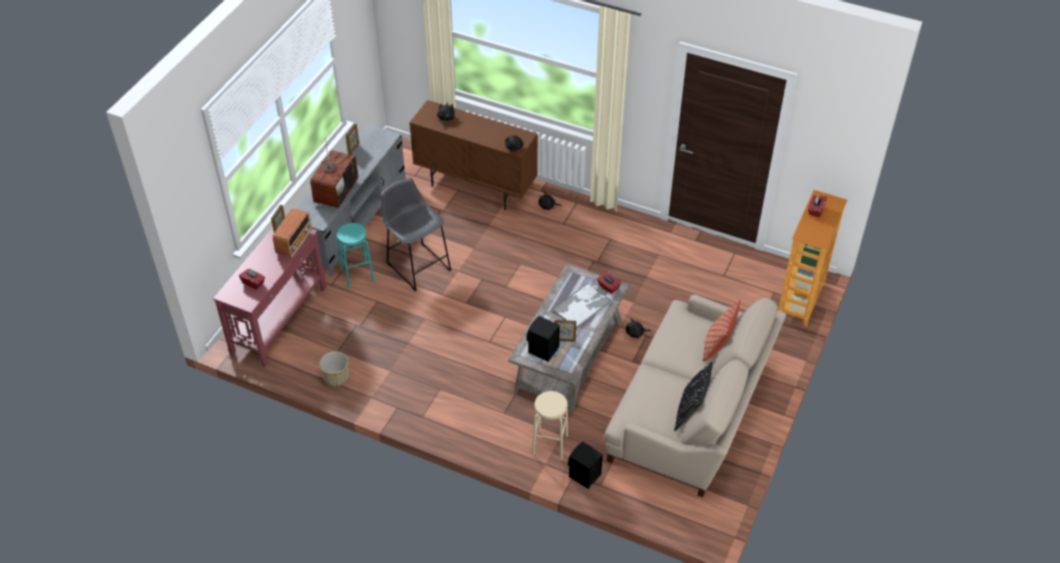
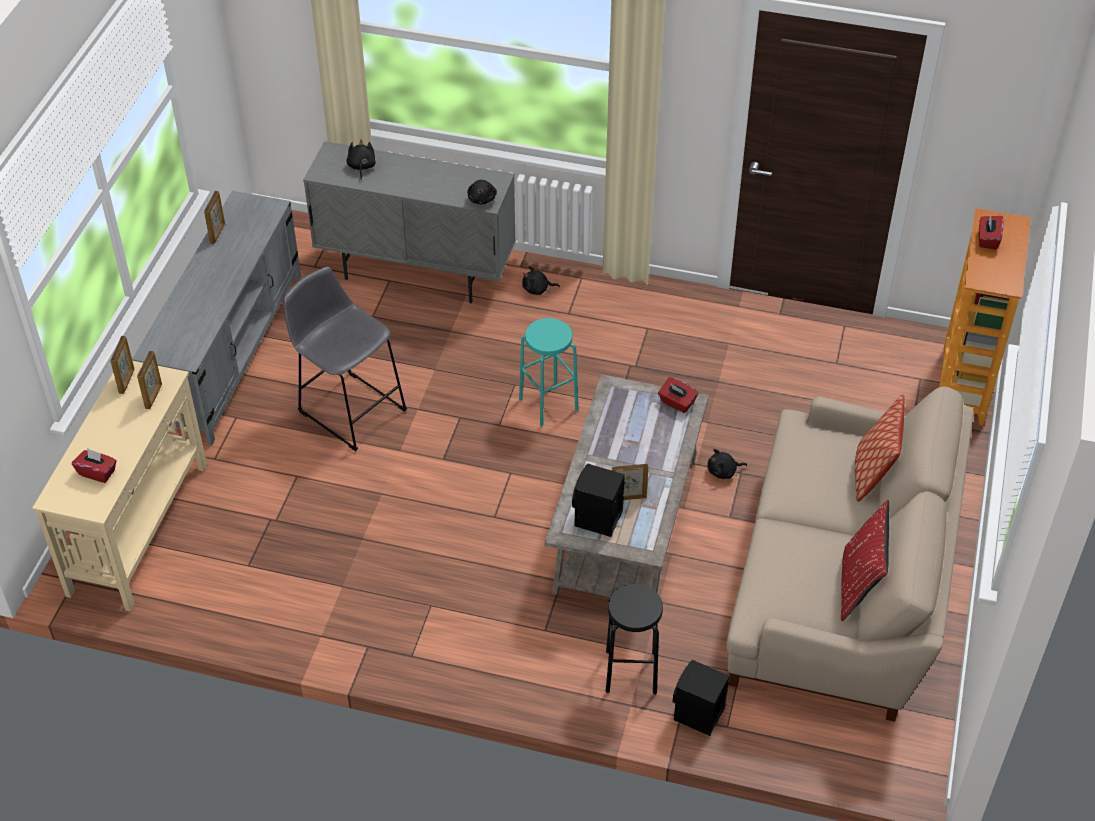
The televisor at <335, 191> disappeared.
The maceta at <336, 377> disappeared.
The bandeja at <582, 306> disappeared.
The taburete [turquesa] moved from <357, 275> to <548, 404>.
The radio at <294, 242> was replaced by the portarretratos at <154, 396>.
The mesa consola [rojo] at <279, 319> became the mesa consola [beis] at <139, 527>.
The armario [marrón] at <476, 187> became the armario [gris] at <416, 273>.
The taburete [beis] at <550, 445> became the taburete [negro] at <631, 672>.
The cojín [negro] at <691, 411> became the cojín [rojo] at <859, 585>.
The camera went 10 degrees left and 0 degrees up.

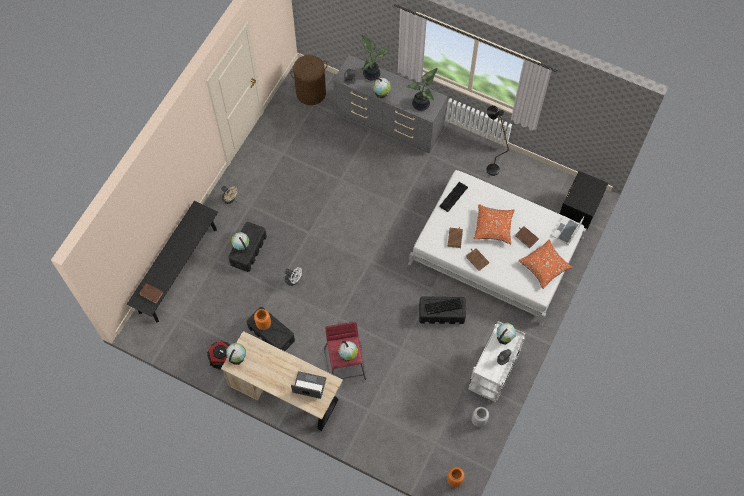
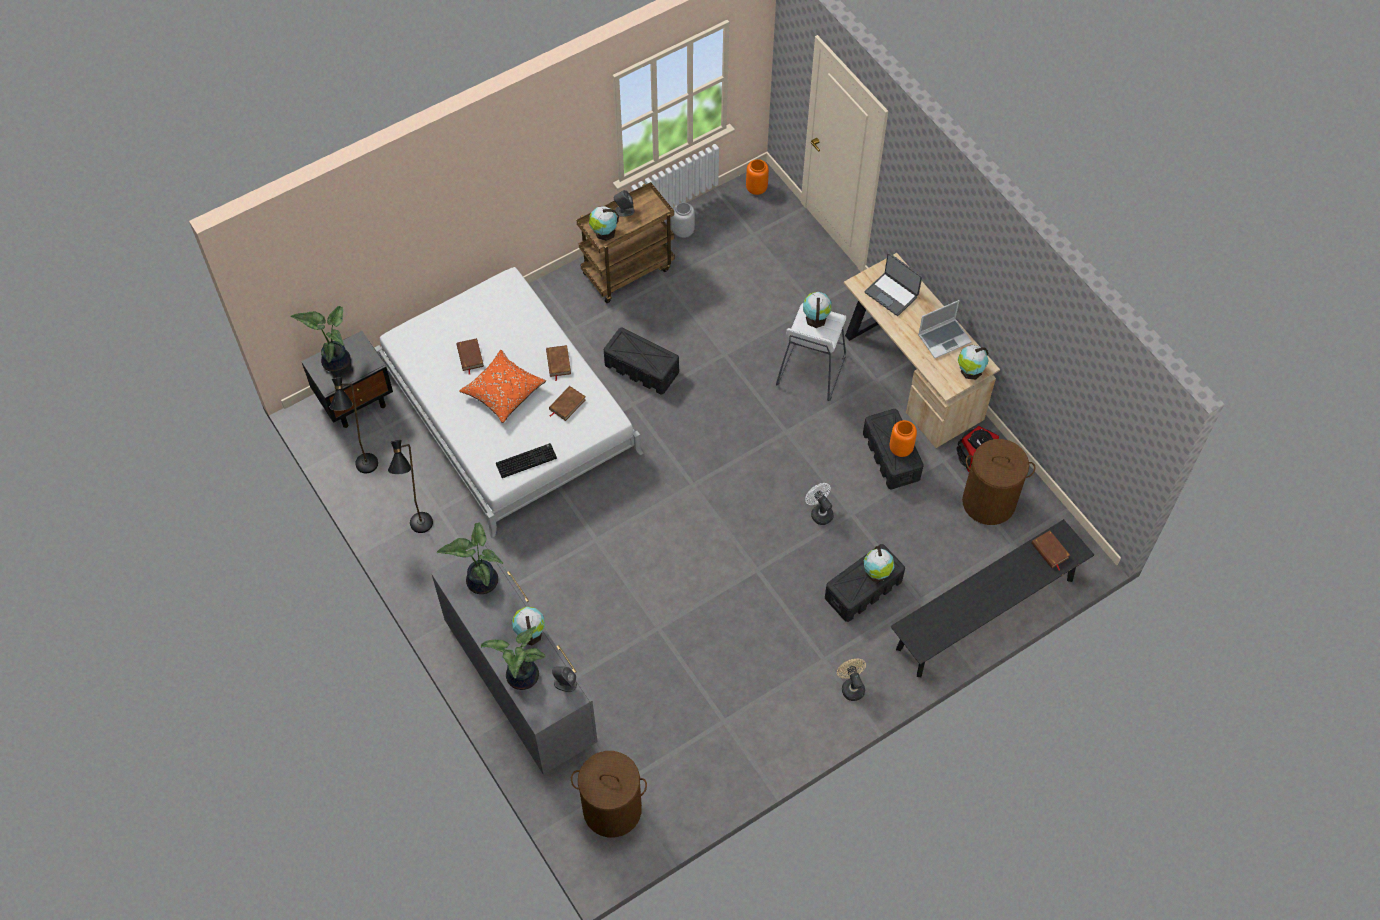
The teclado at <443, 307> disappeared.
The cojín [naranja] at <544, 266> disappeared.
The planta en maceta at <335, 360> appeared.
The lámpara de pie [negro] at <367, 471> appeared.
The cesto de la ropa [marrón] at <989, 502> appeared.
The portátil moved from <566, 231> to <944, 338>.
The taburete [rojo] at <345, 364> became the taburete [blanco] at <811, 371>.
The carrito [blanco] at <493, 374> became the carrito [marrón] at <628, 270>.
The camera went 150 degrees left and 5 degrees down.

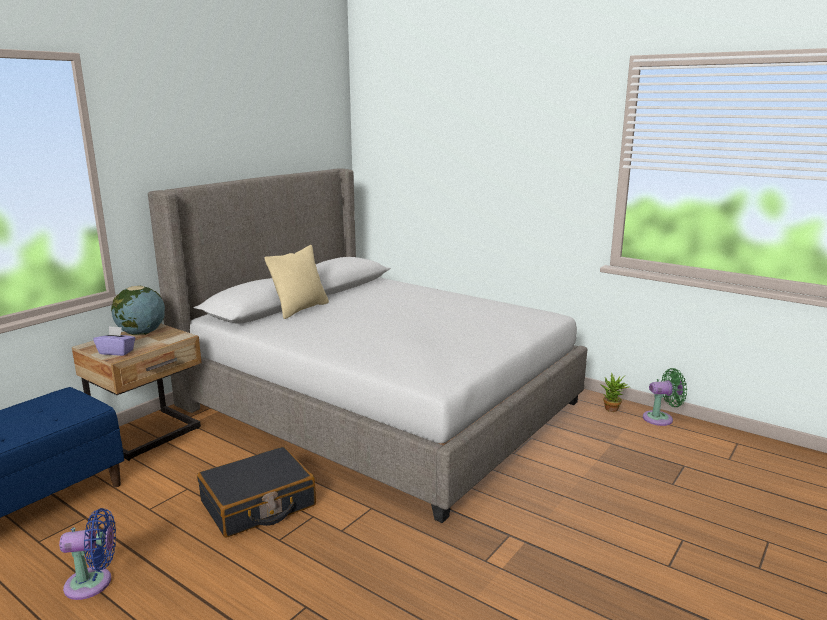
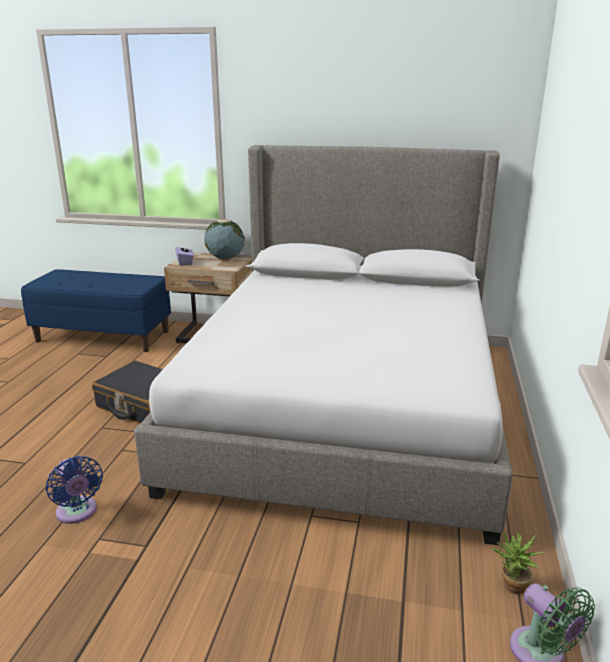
The cojín [beis] at <300, 309> disappeared.
The ventilador [azul] moved from <93, 583> to <77, 513>.
The camera went 65 degrees right and 5 degrees up.

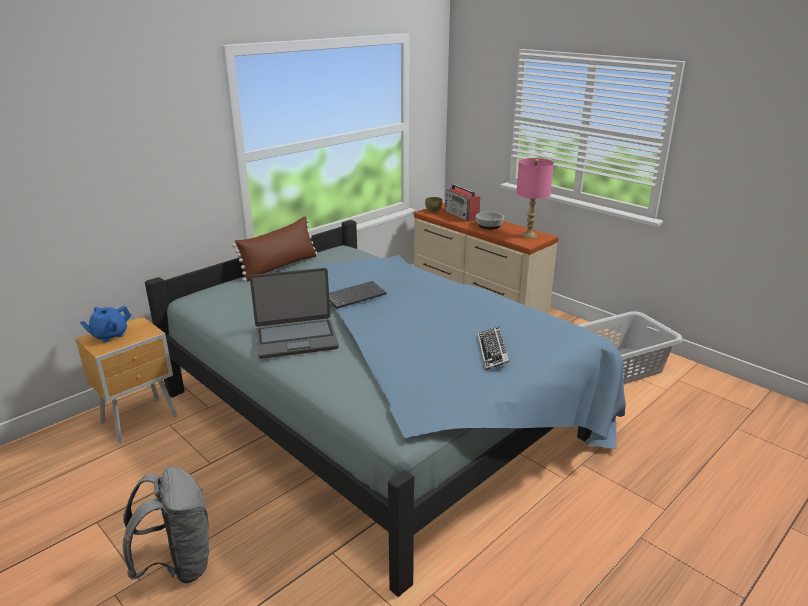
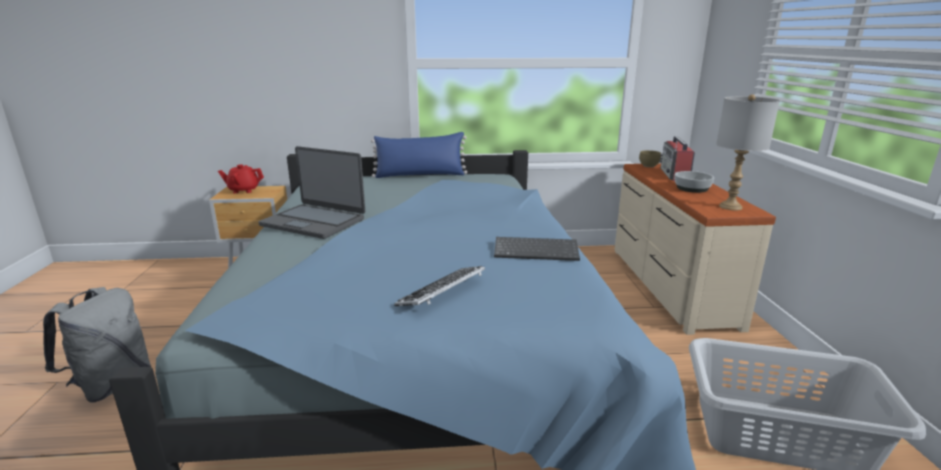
The teclado moved from <355, 295> to <537, 250>.
The tetera [azul] at <109, 335> became the tetera [rojo] at <243, 190>.
The cojín [marrón] at <280, 267> became the cojín [azul] at <420, 175>.
The lámpara de mesa [rosa] at <529, 236> became the lámpara de mesa [gris] at <730, 207>.
The camera went 40 degrees right and 5 degrees down.

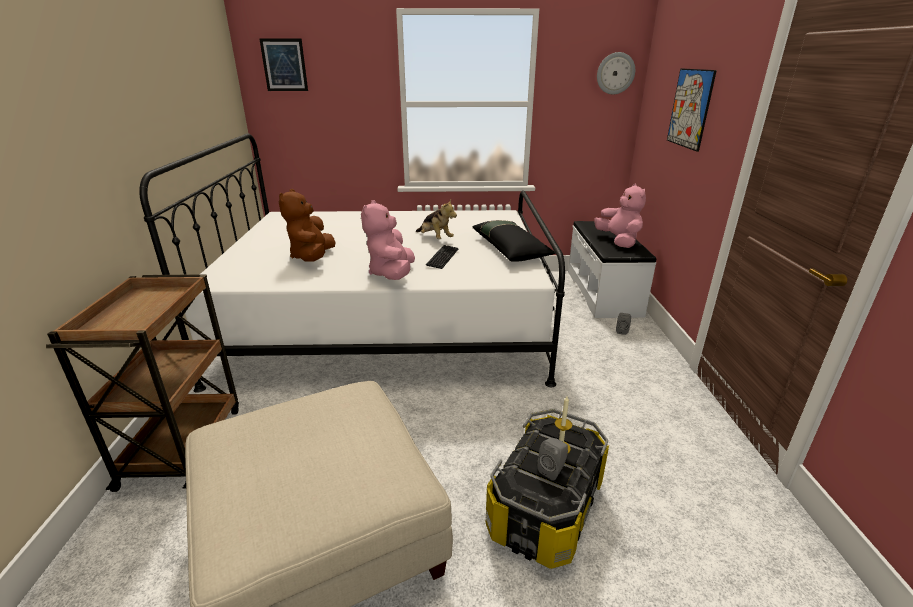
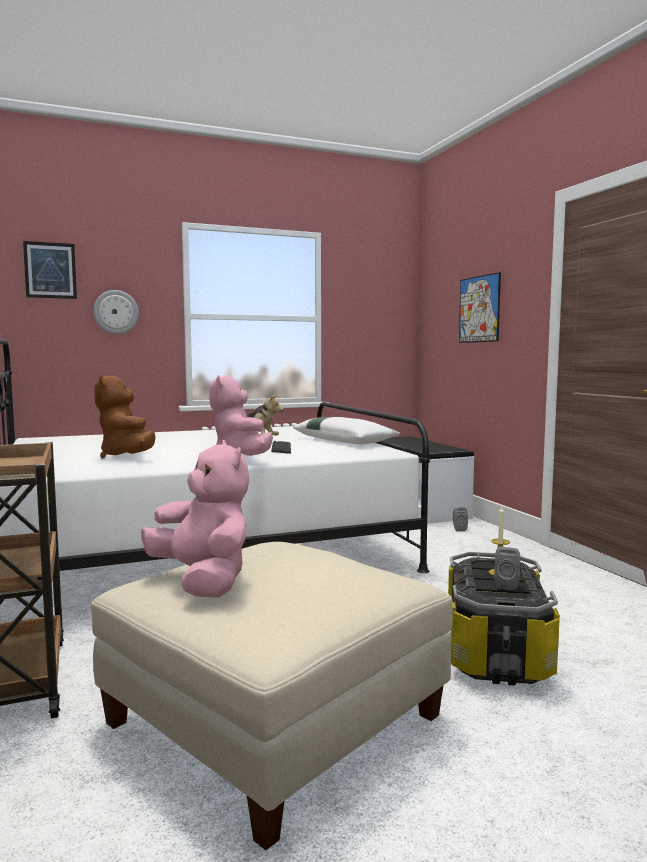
The peluche [rosa] moved from <618, 241> to <203, 581>.
The reloj de pared moved from <615, 73> to <116, 312>.
The cojín [negro] at <511, 249> became the cojín [blanco] at <344, 441>.
The camera went 20 degrees left and 20 degrees down.

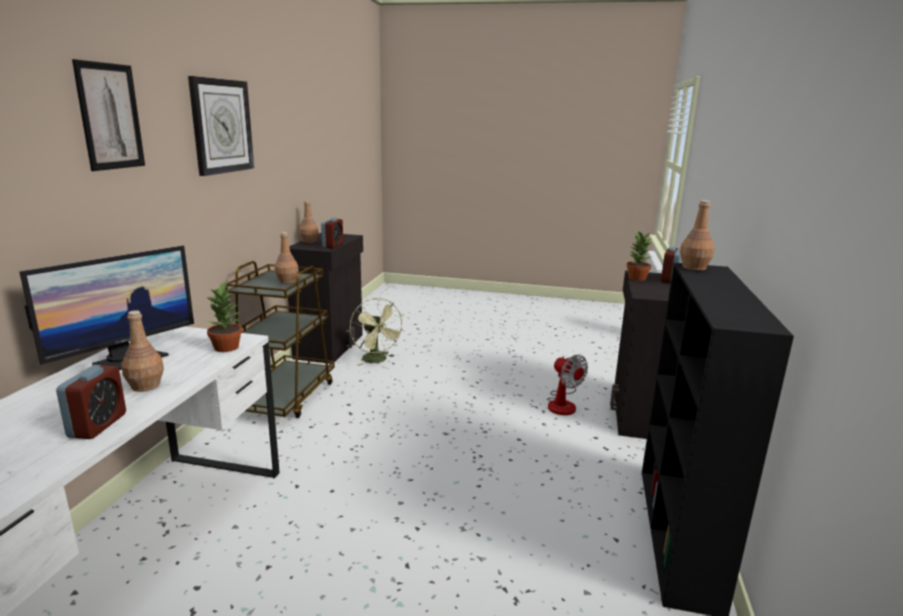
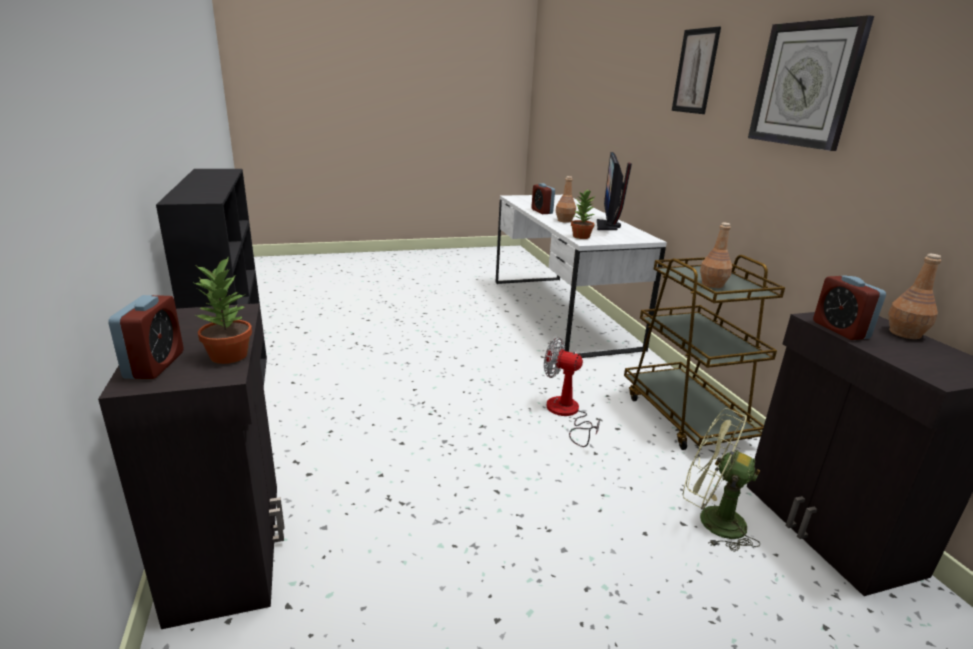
The botella [marrón] at <693, 267> disappeared.
The ventilador moved from <563, 403> to <566, 414>.
The camera went 150 degrees right and 5 degrees up.

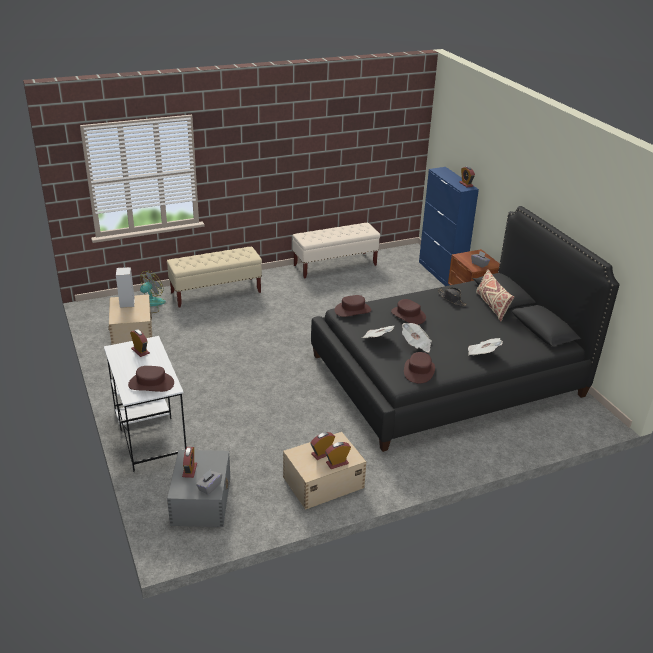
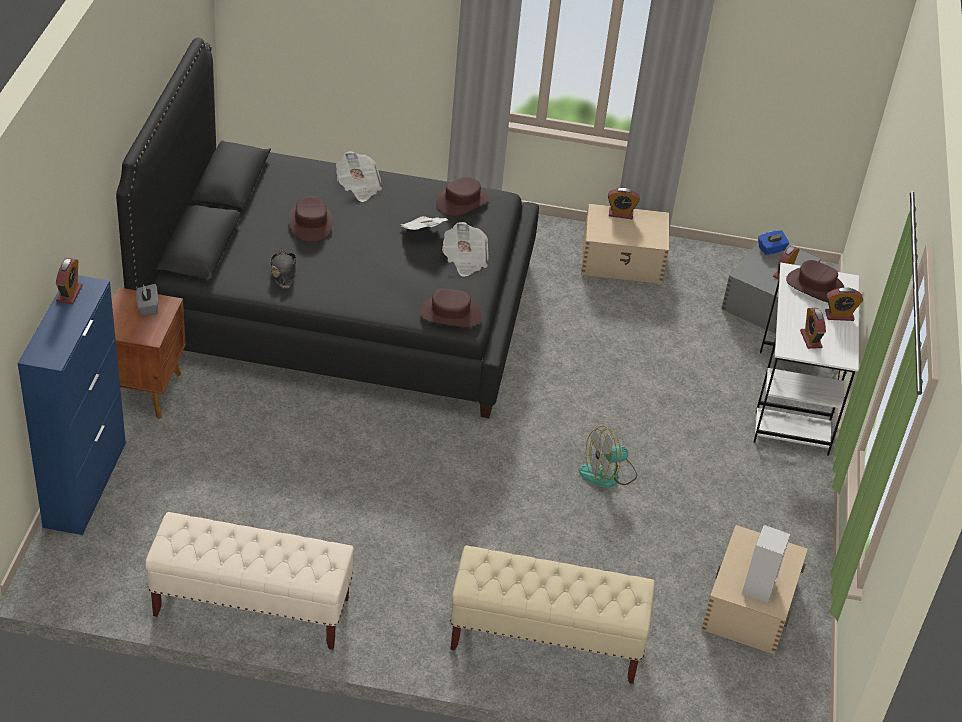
The cojín [beis] at <492, 306> disappeared.
The ventilador moved from <150, 304> to <608, 474>.
The despertador moved from <322, 453> to <839, 315>.
The sombrero [marrón] moved from <408, 315> to <311, 223>.
The caja de pañuelos [gris] at <209, 487> became the caja de pañuelos [azul] at <771, 249>.
The camera went 150 degrees left and 10 degrees up.

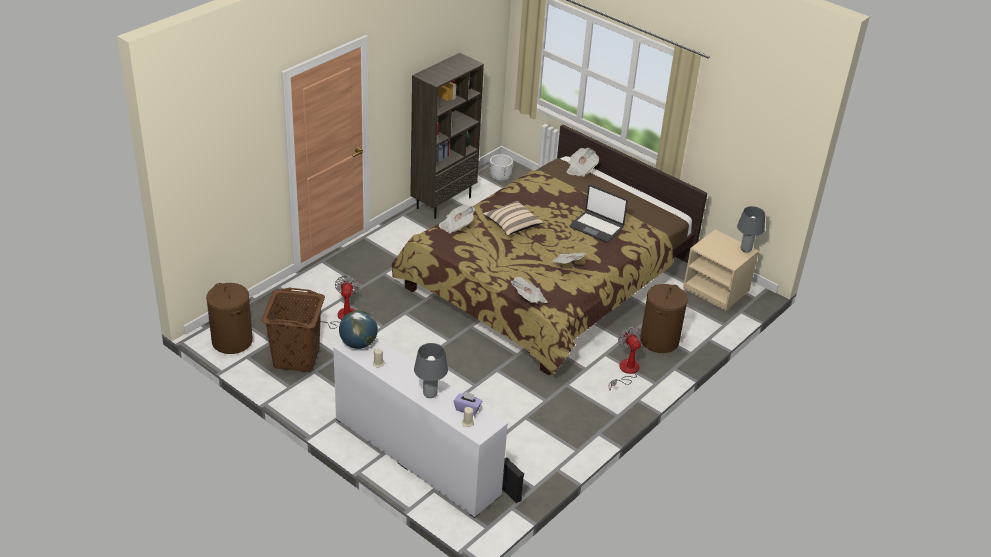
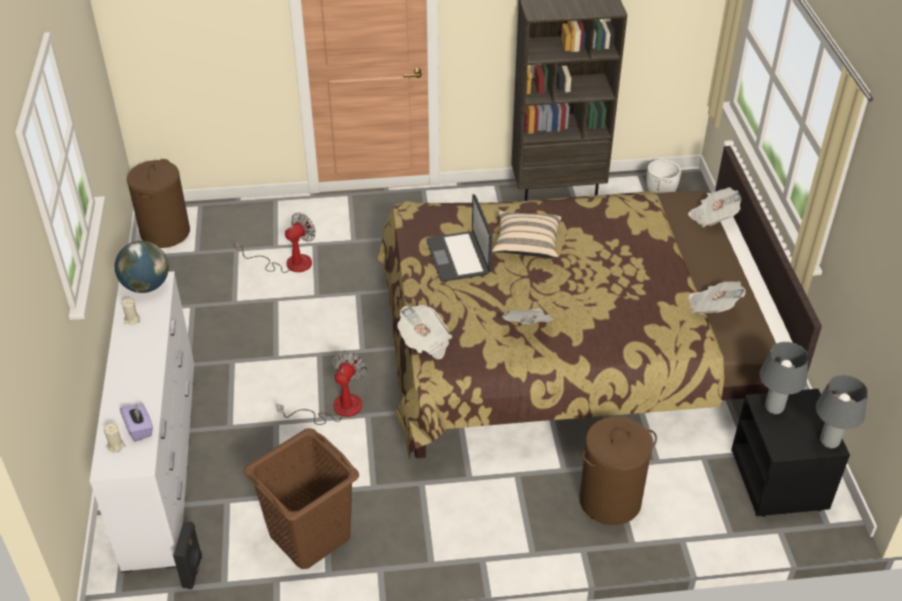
The cesto de la ropa [marrón] moved from <296, 358> to <309, 536>.
The lámpara de mesa [gris] moved from <430, 394> to <773, 409>.
The periódico moved from <456, 226> to <712, 307>.
The portátil moved from <596, 227> to <459, 257>.
The ventilador moved from <626, 371> to <336, 408>.
The mesita de noche [beis] at <716, 290> became the mesita de noche [negro] at <780, 480>.
The camera went 45 degrees right and 5 degrees up.

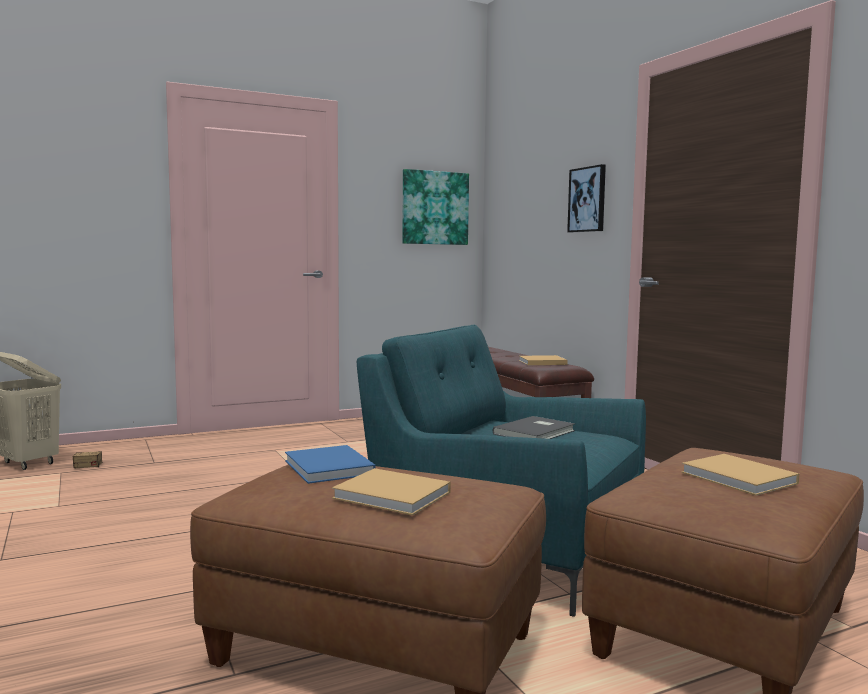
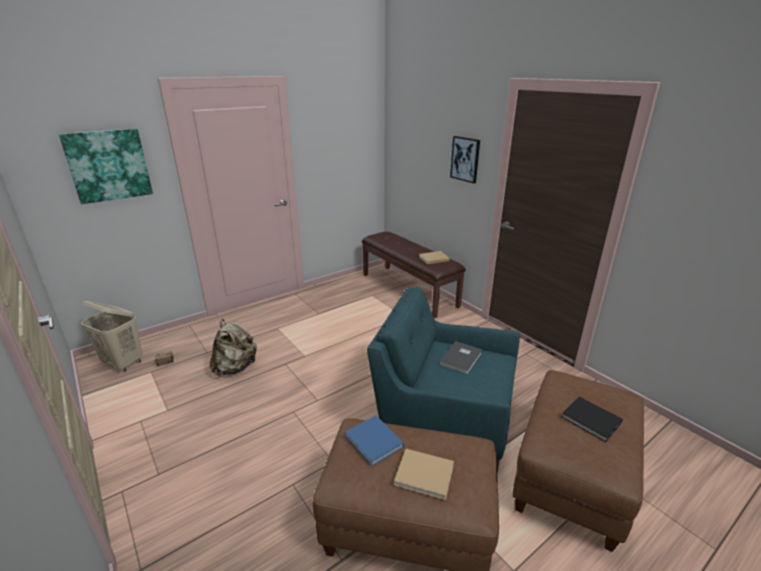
The mochila [beis] at <236, 367> appeared.
The cuadro moved from <434, 208> to <108, 165>.
The libro [beis] at <741, 478> became the libro [negro] at <592, 421>.
The camera went 10 degrees left and 20 degrees up.

